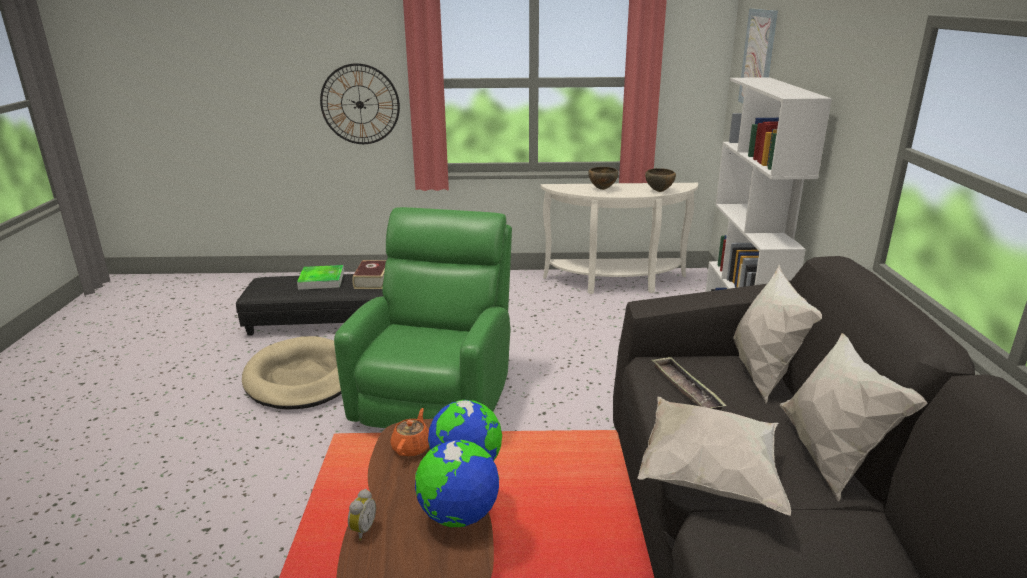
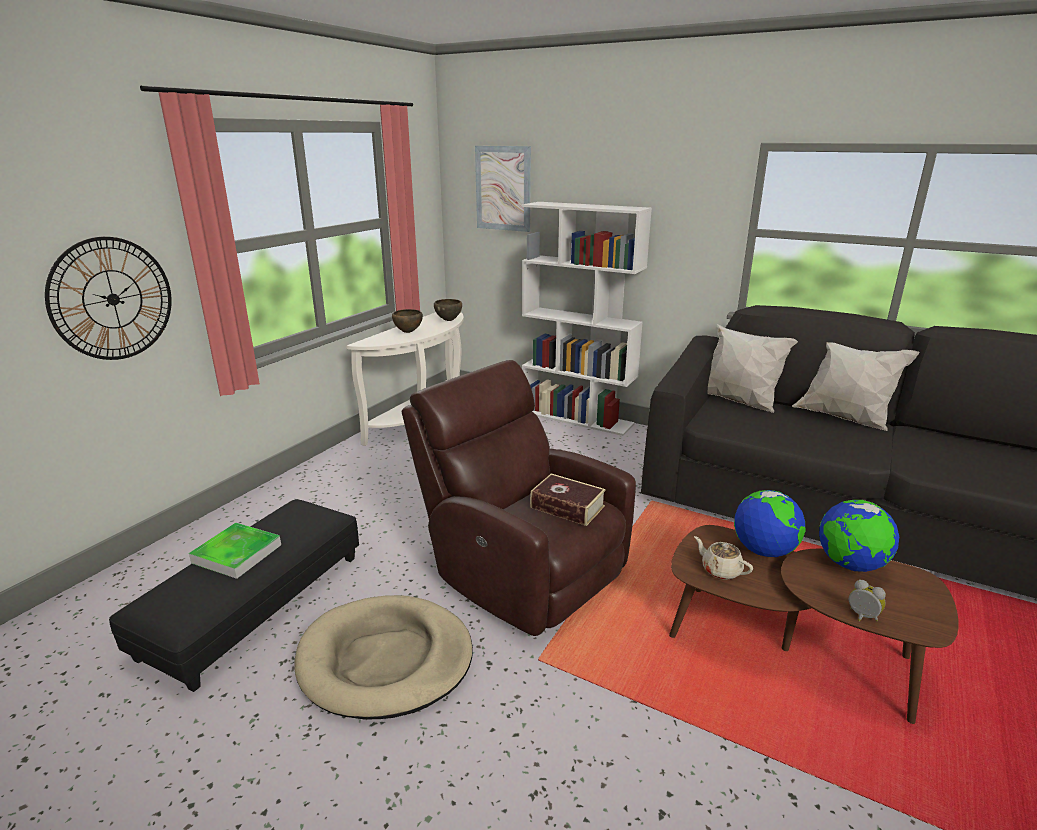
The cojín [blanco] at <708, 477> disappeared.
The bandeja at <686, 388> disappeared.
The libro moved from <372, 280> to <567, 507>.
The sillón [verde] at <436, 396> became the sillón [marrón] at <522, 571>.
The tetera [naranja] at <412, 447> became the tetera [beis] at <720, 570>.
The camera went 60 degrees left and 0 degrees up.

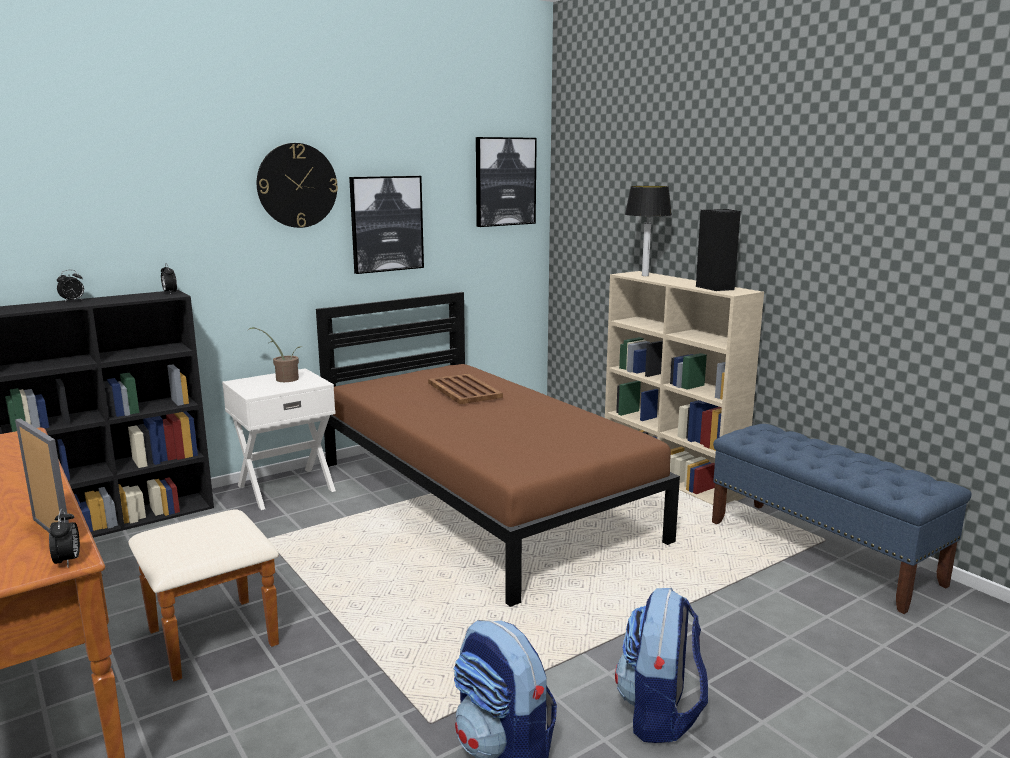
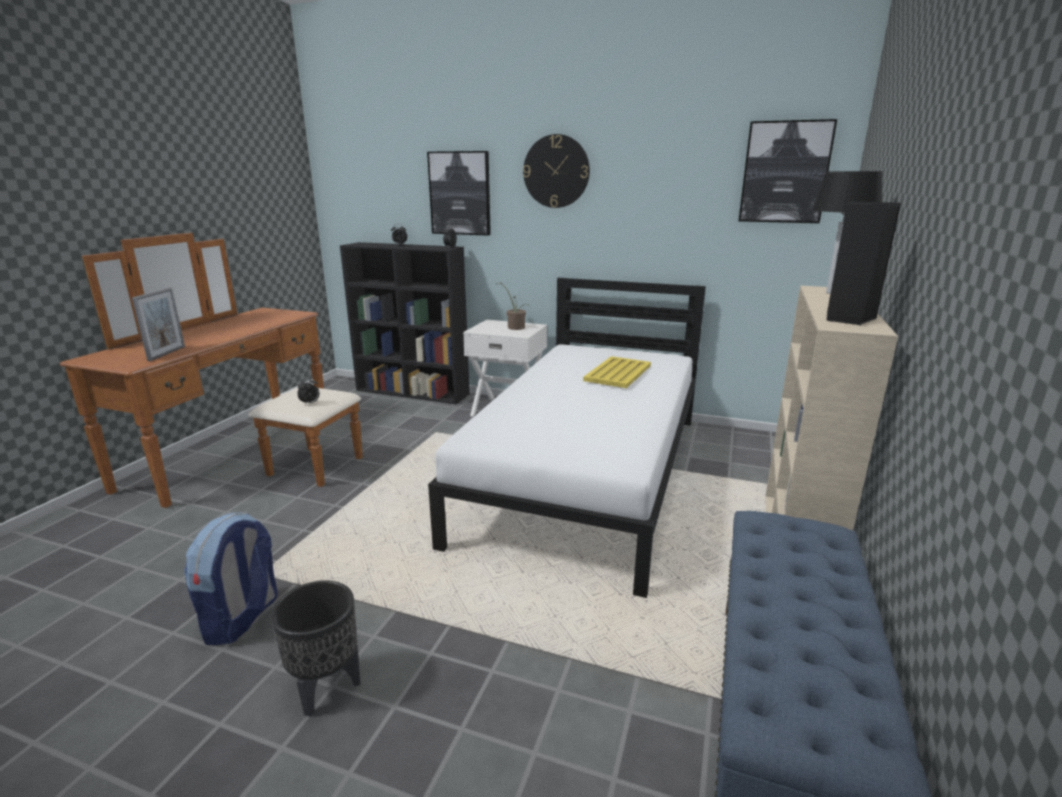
The despertador moved from <68, 561> to <310, 403>.
The cuadro moved from <386, 223> to <460, 193>.
The mochila at <660, 714> was replaced by the maceta [negro] at <326, 689>.
The cama [marrón] at <482, 499> became the cama [blanco] at <588, 474>.
The bandeja [marrón] at <464, 390> became the bandeja [amarillo] at <617, 373>.
The camera went 55 degrees right and 5 degrees up.

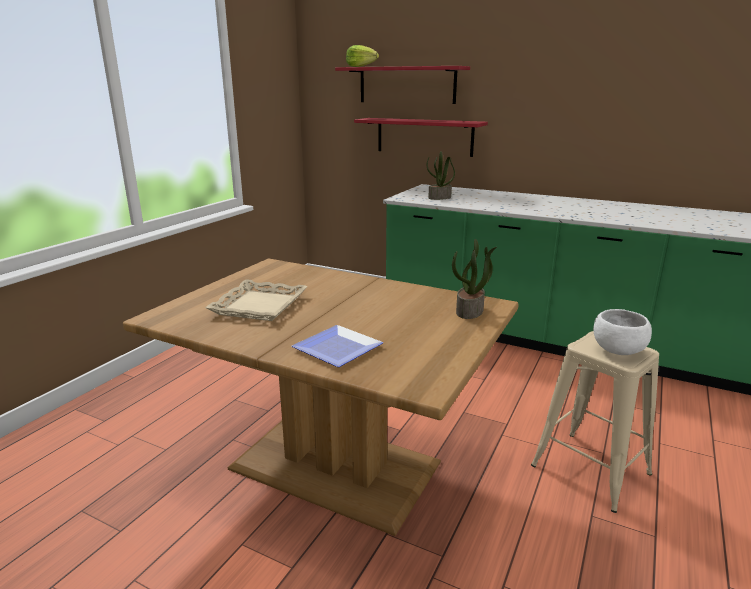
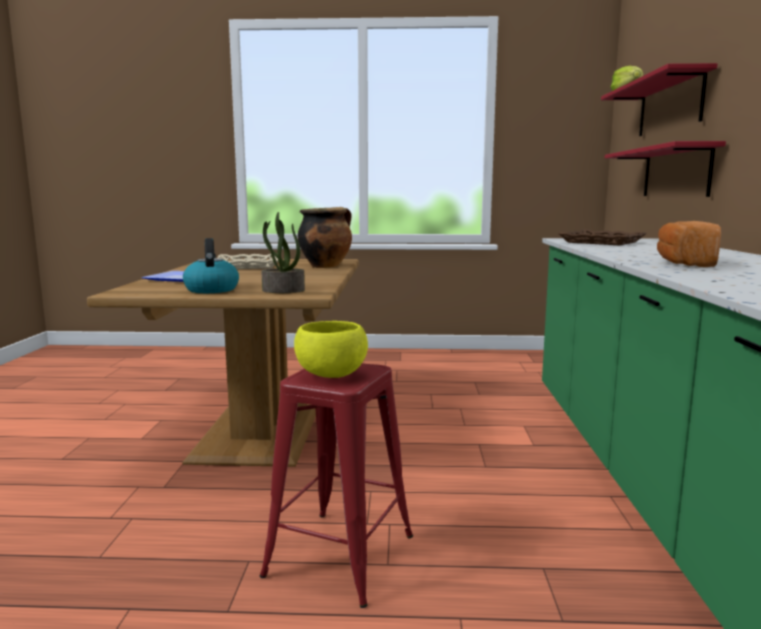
The hervidor at <211, 289> appeared.
The olla at <326, 266> appeared.
The pan at <683, 263> appeared.
The planta en maceta at <439, 198> was replaced by the bandeja [marrón] at <601, 242>.
The taburete [beis] at <589, 469> became the taburete [rojo] at <341, 554>.
The cuenco [blanco] at <617, 351> became the cuenco [amarillo] at <331, 375>.
The camera went 65 degrees right and 10 degrees down.

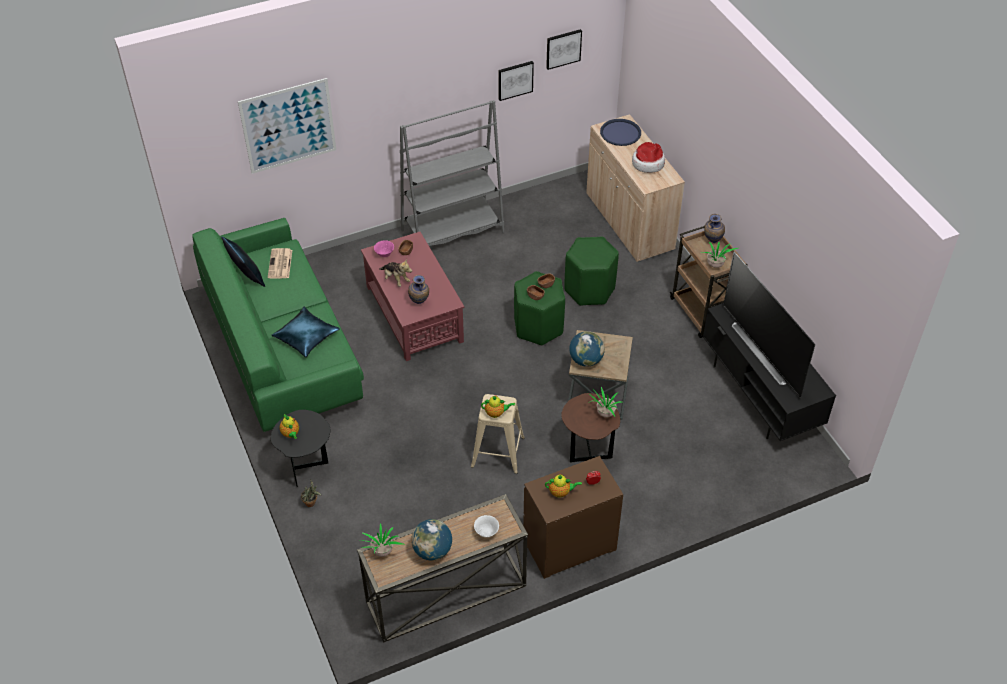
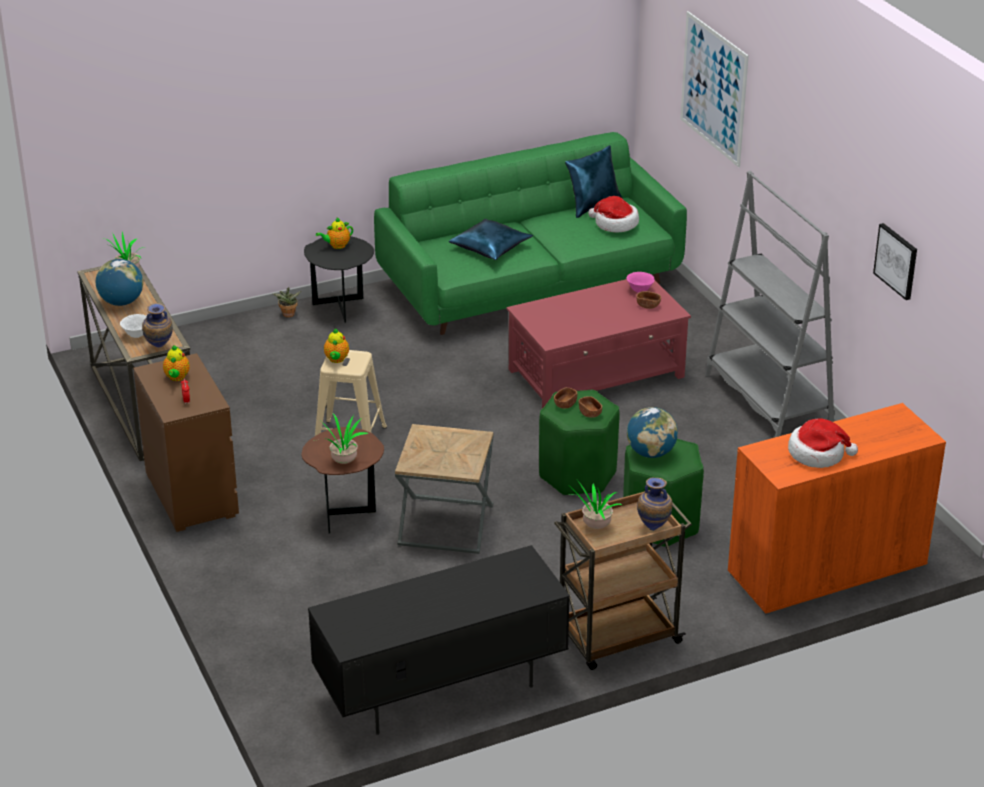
The peluche at <396, 279> disappeared.
The cuadro at <563, 48> disappeared.
The bandeja [azul] at <620, 133> disappeared.
The televisor at <764, 350> disappeared.
The florero moved from <419, 302> to <159, 348>.
The globo terráqueo moved from <586, 360> to <651, 453>.
The periódico at <280, 264> was replaced by the sombrero at <615, 224>.
The armario [beis] at <629, 222> became the armario [naranja] at <826, 569>.
The camera went 90 degrees right and 15 degrees down.

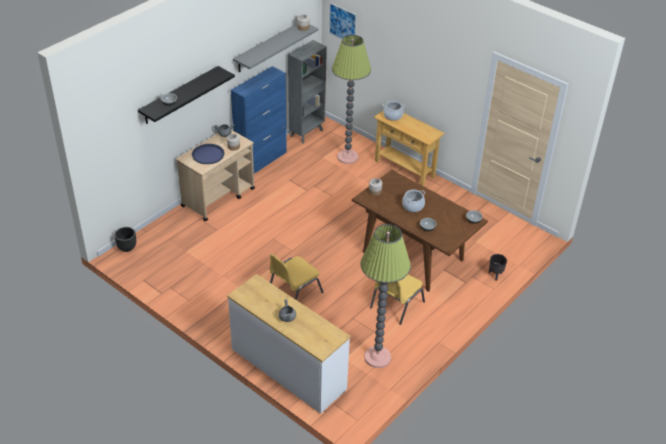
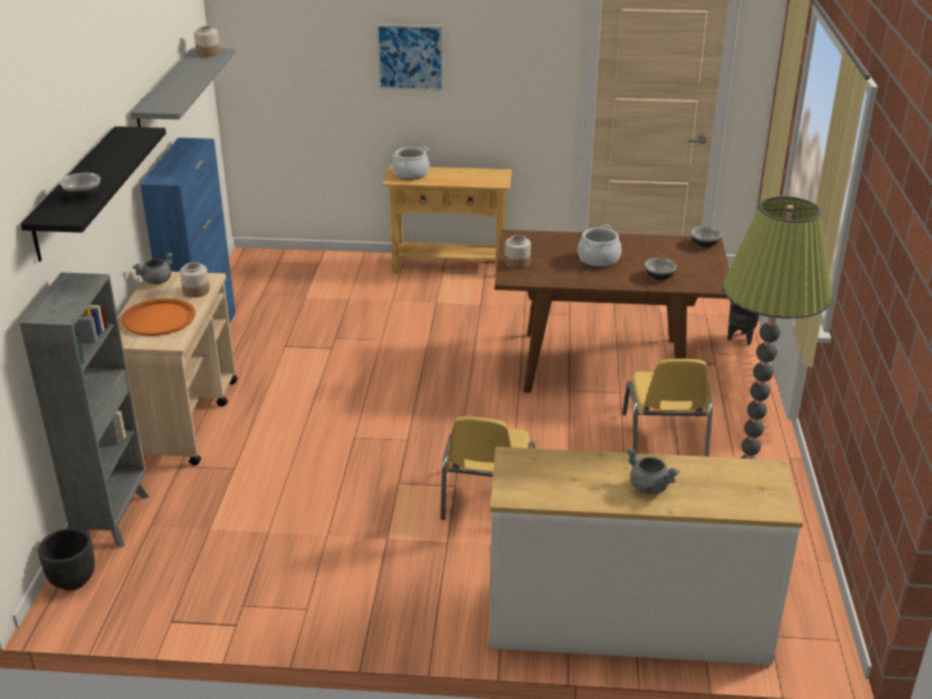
The lámpara de pie at <347, 157> disappeared.
The estantería [gris] moved from <307, 133> to <113, 518>.
The cuadro moved from <342, 23> to <410, 57>.
The bandeja [azul] at <208, 154> became the bandeja [naranja] at <159, 318>.
The camera went 35 degrees left and 10 degrees down.

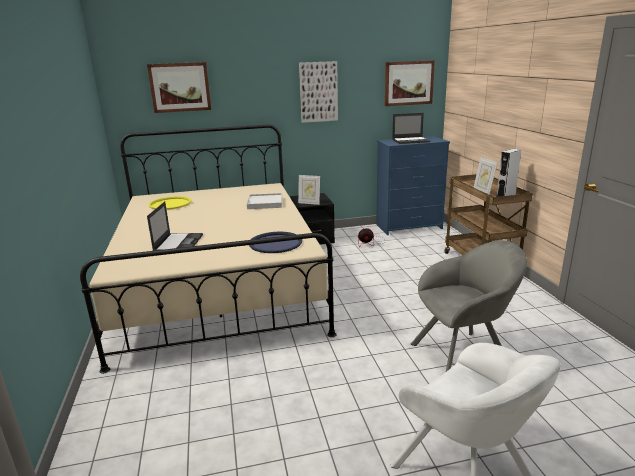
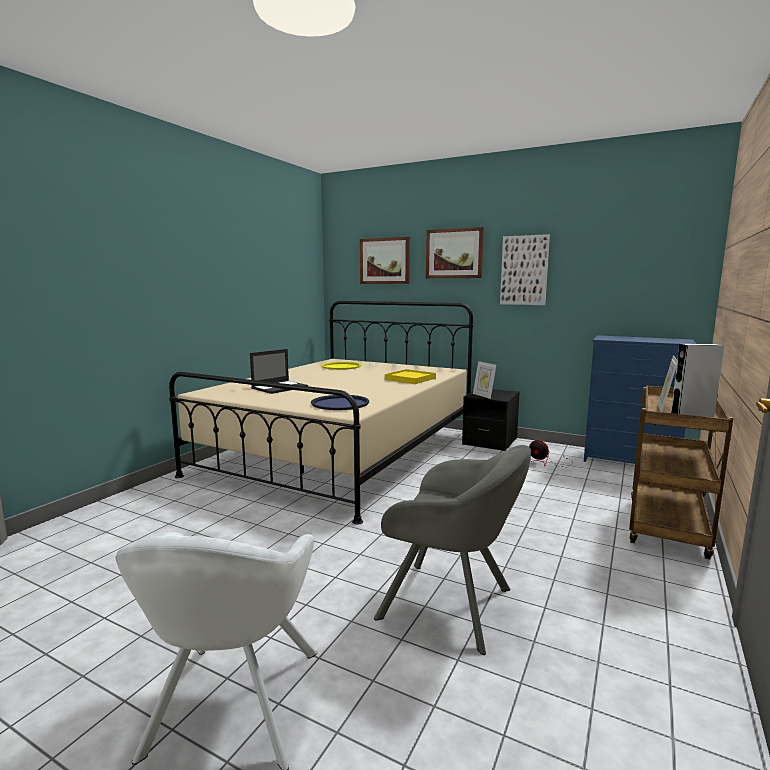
The portátil at <411, 140> disappeared.
The cuadro moved from <408, 83> to <454, 253>.
The bandeja [blanco] at <265, 203> became the bandeja [amarillo] at <410, 379>.
The camera went 40 degrees right and 10 degrees down.

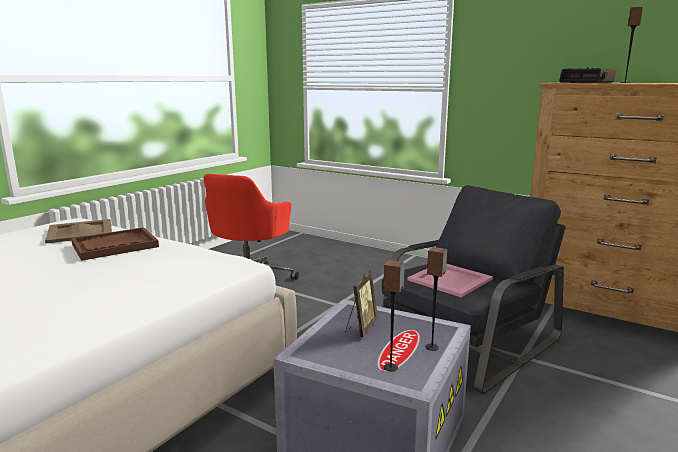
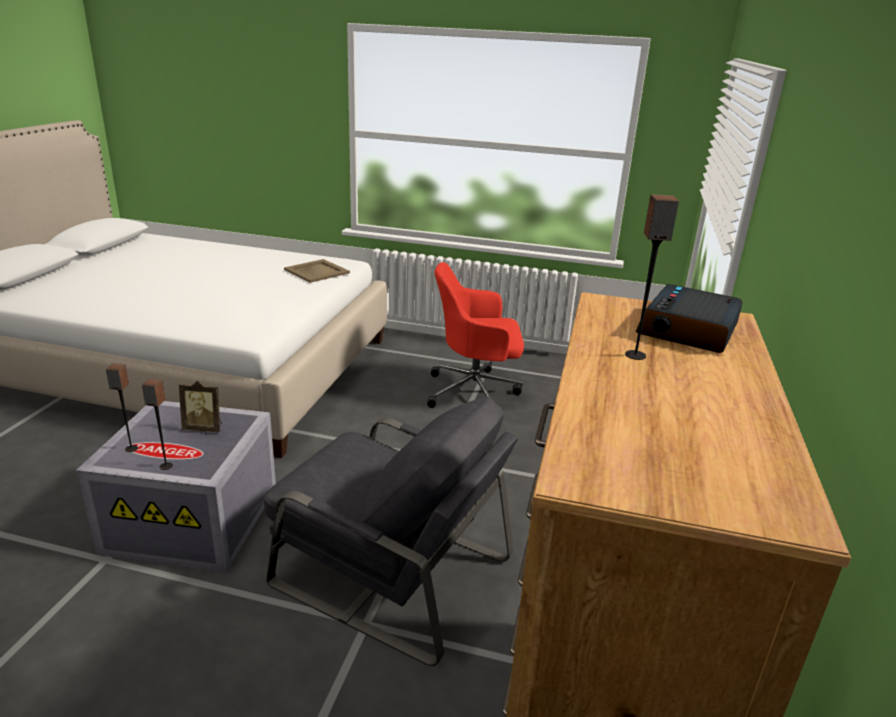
The bandeja [marrón] at <115, 246> disappeared.
The bandeja [rosa] at <450, 280> disappeared.
The camera went 70 degrees right and 10 degrees up.

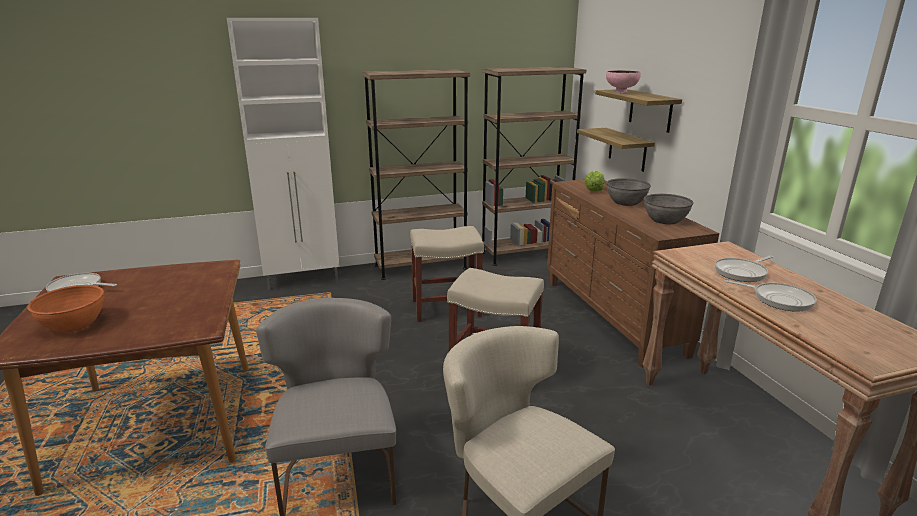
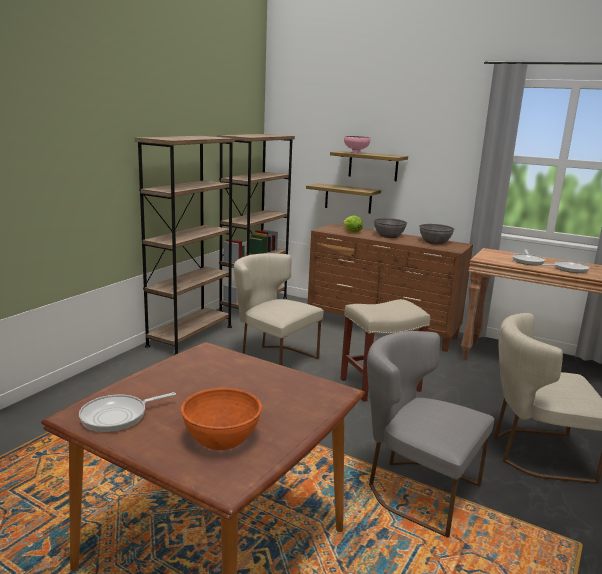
The armario [blanco] at <303, 279> disappeared.
The taburete [beis] at <447, 308> was replaced by the silla [beis] at <273, 359>.
The camera went 45 degrees left and 5 degrees down.

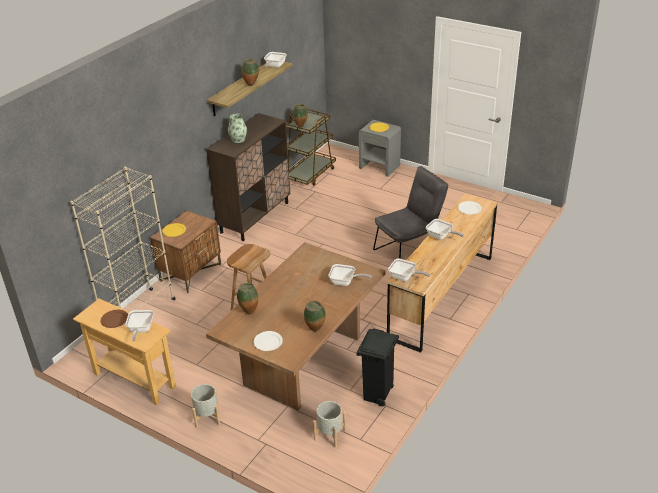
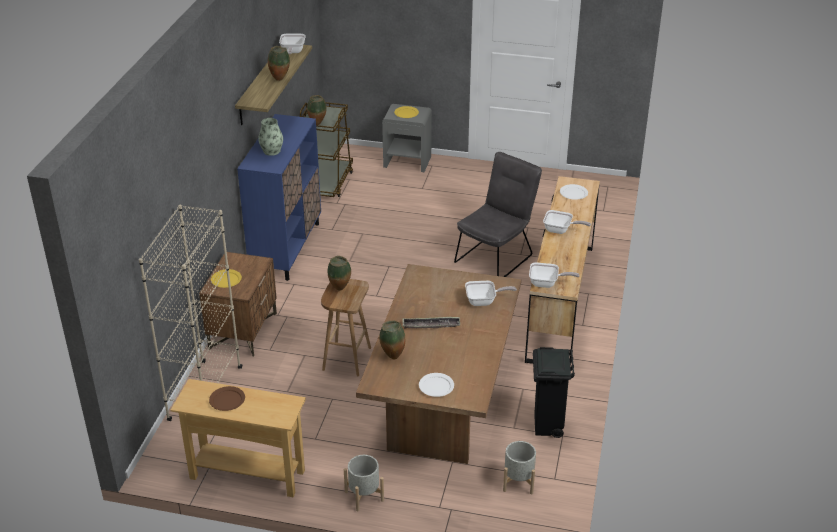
The sartén at <140, 330> disappeared.
The bandeja at <431, 325> appeared.
The florero moved from <315, 330> to <340, 289>.
The armario [marrón] at <255, 217> became the armario [azul] at <286, 248>.
The camera went 20 degrees left and 0 degrees up.

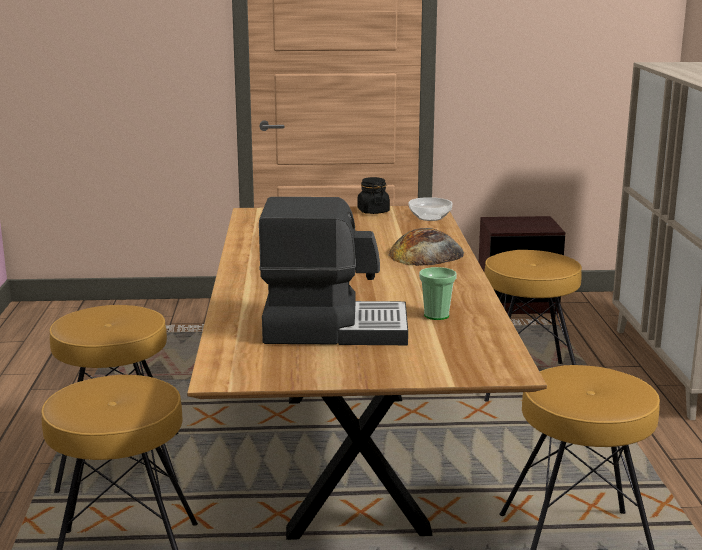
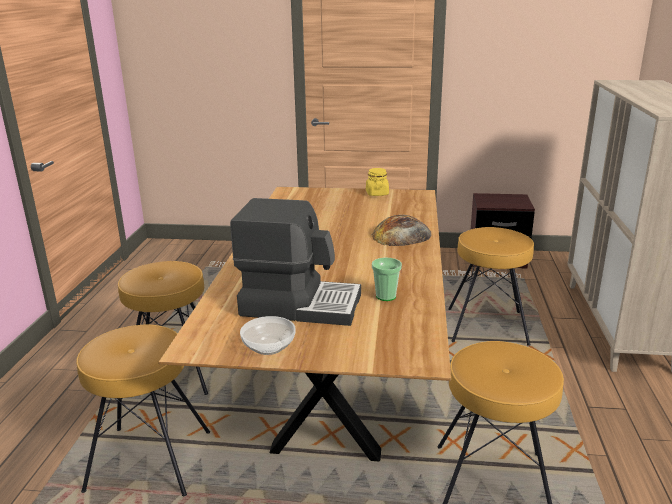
The cuenco moved from <430, 217> to <269, 346>.
The tarro [negro] at <373, 211> became the tarro [amarillo] at <377, 193>.
The camera went 10 degrees right and 5 degrees up.

